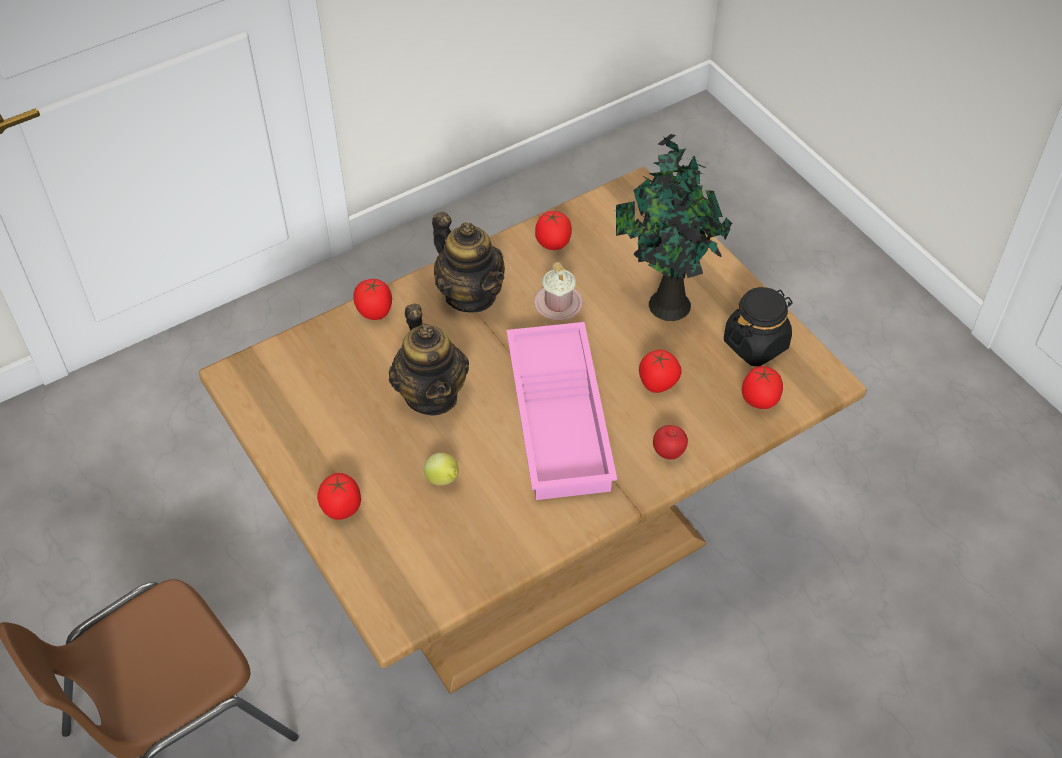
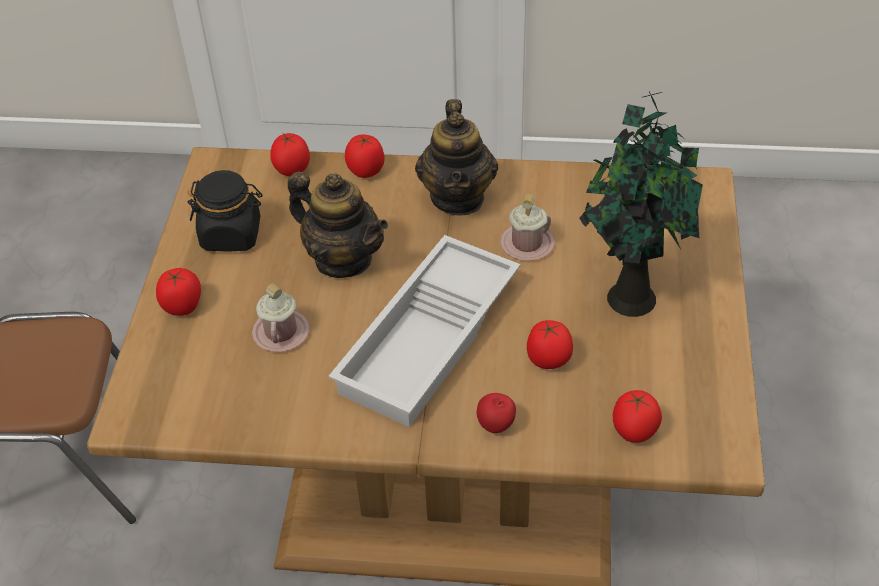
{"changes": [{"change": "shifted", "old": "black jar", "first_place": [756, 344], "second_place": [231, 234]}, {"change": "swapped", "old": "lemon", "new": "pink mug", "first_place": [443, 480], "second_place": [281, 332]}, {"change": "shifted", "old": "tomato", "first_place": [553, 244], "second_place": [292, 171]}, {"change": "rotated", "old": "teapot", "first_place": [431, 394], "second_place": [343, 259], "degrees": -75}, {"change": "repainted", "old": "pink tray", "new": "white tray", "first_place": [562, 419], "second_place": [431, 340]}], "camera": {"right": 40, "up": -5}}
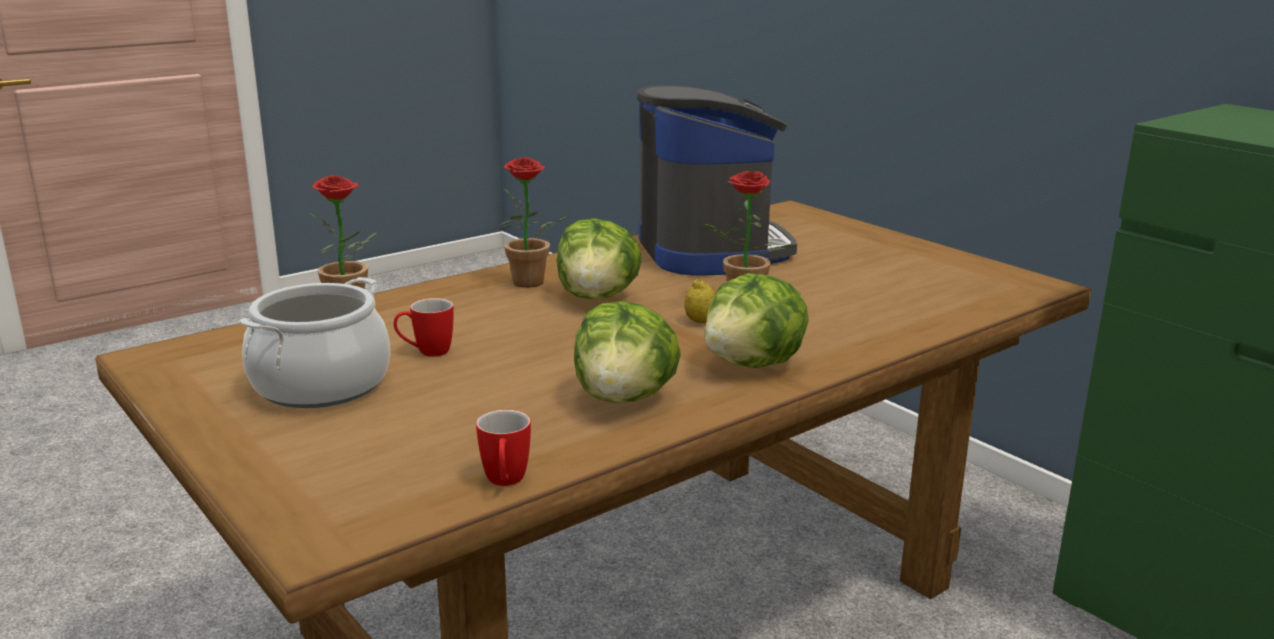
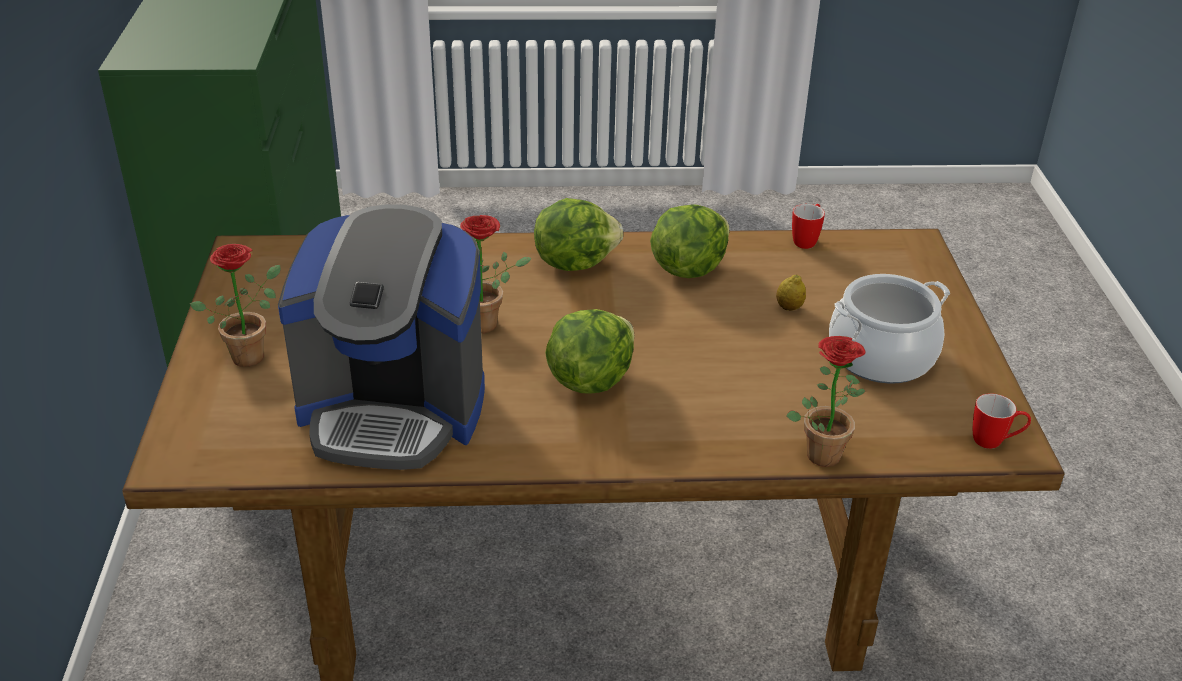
{"changes": [{"change": "shifted", "old": "potted plant", "first_place": [529, 285], "second_place": [252, 353]}, {"change": "rotated", "old": "coffee machine", "first_place": [711, 250], "second_place": [393, 411], "degrees": -105}, {"change": "shifted", "old": "lemon", "first_place": [700, 321], "second_place": [789, 308]}, {"change": "shifted", "old": "mug", "first_place": [426, 352], "second_place": [995, 442]}], "camera": {"right": -145, "up": 15}}
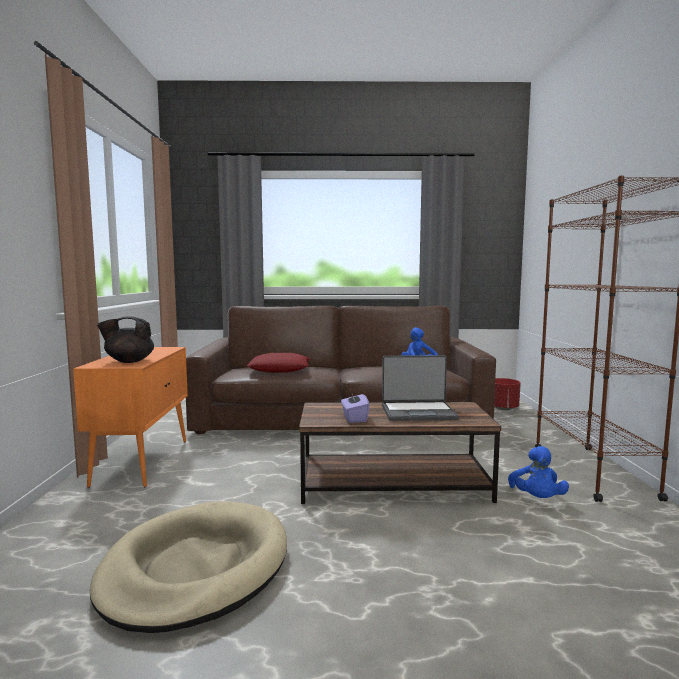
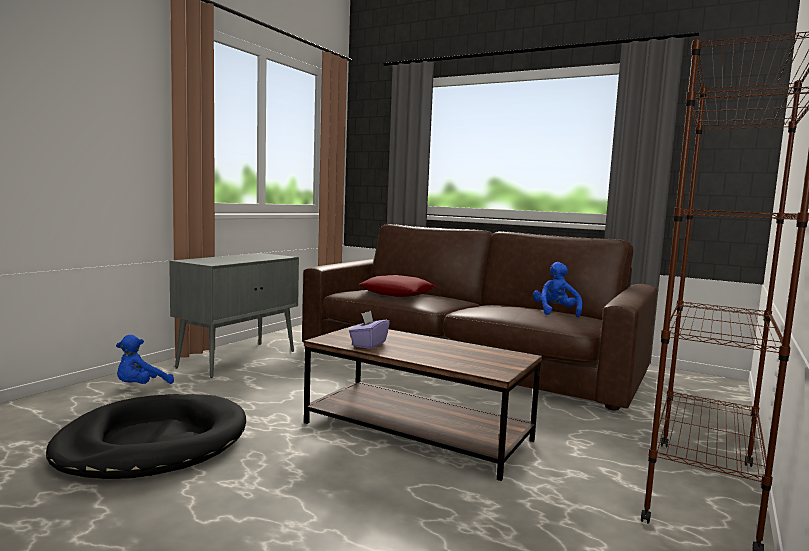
{"changes": [{"change": "repainted", "old": "beige dog bed", "new": "black dog bed", "first_place": [195, 568], "second_place": [153, 443]}, {"change": "shifted", "old": "blue plush toy", "first_place": [537, 499], "second_place": [141, 387]}, {"change": "repainted", "old": "orange cabinet", "new": "grey cabinet", "first_place": [142, 461], "second_place": [239, 359]}, {"change": "gone", "old": "black teapot", "first_place": [129, 361]}, {"change": "gone", "old": "laptop", "first_place": [418, 412]}, {"change": "gone", "old": "red planter", "first_place": [503, 408]}], "camera": {"right": 30, "up": 0}}
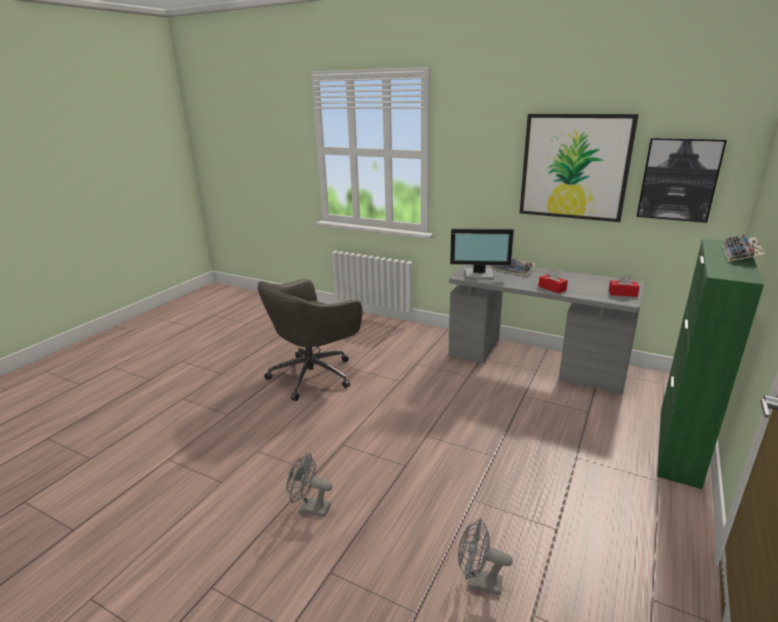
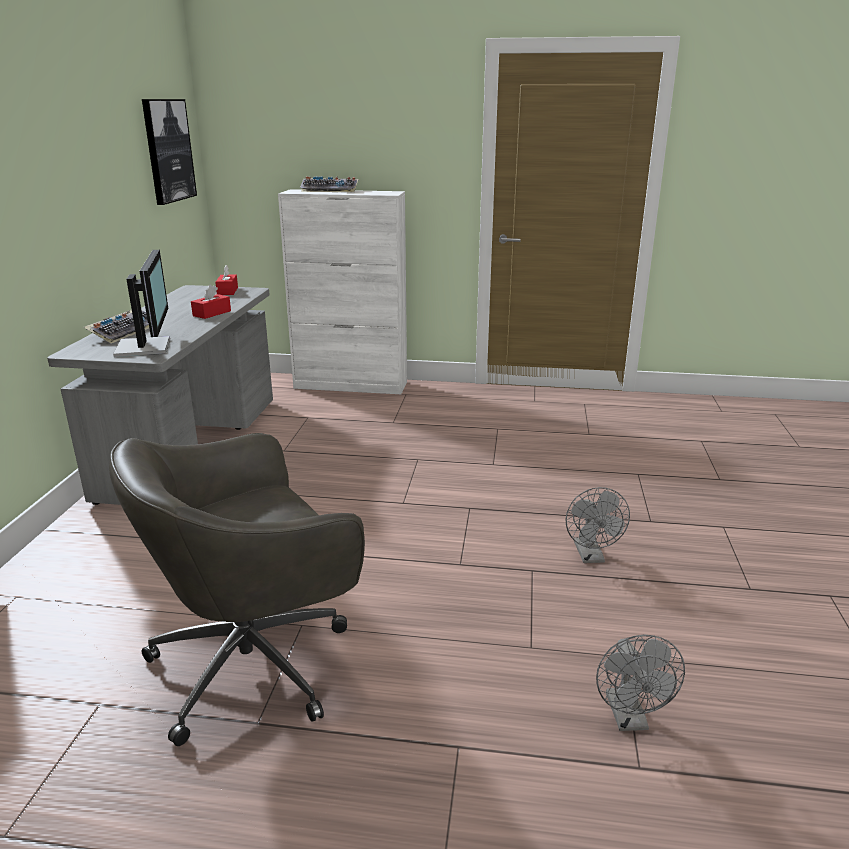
{"changes": [{"change": "rotated", "old": "grey office chair", "first_place": [314, 374], "second_place": [256, 662], "degrees": 120}, {"change": "repainted", "old": "green cabinet", "new": "white cabinet", "first_place": [679, 446], "second_place": [351, 385]}, {"change": "shifted", "old": "grey fan", "first_place": [478, 582], "second_place": [629, 719]}, {"change": "gone", "old": "picture", "first_place": [574, 167]}], "camera": {"right": -110, "up": 0}}
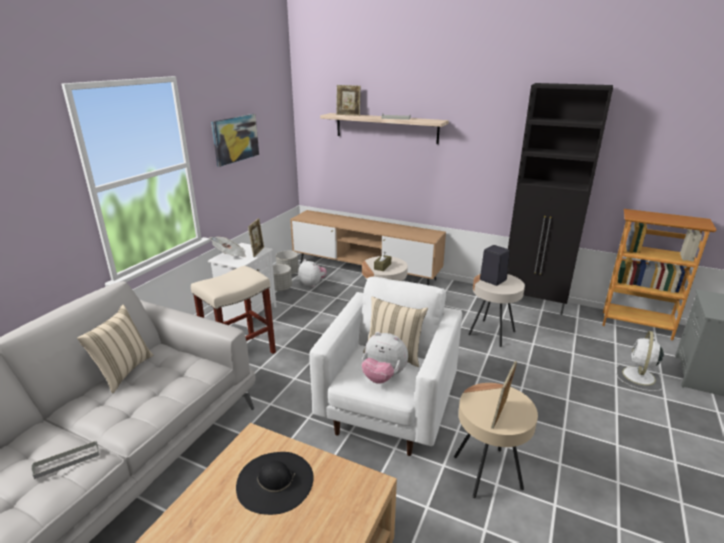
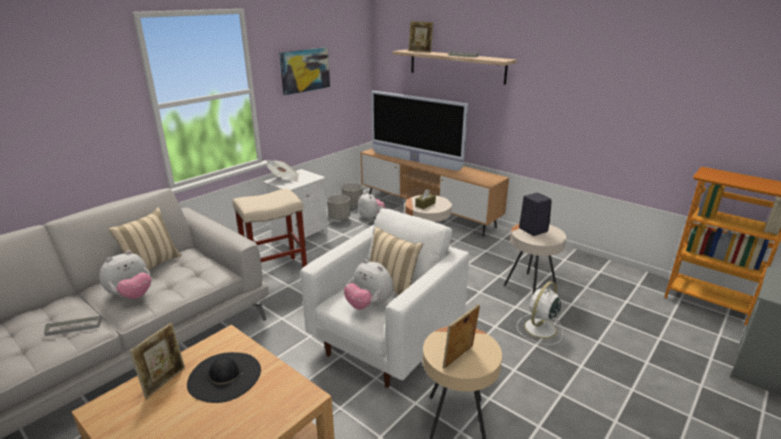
{"changes": [{"change": "new", "new": "plush toy", "second_place": [132, 296]}, {"change": "shifted", "old": "picture frame", "first_place": [257, 252], "second_place": [165, 381]}, {"change": "new", "new": "television", "second_place": [415, 161]}, {"change": "shifted", "old": "white fan", "first_place": [638, 377], "second_place": [539, 329]}, {"change": "gone", "old": "black cabinet", "first_place": [534, 303]}], "camera": {"right": 15, "up": 0}}
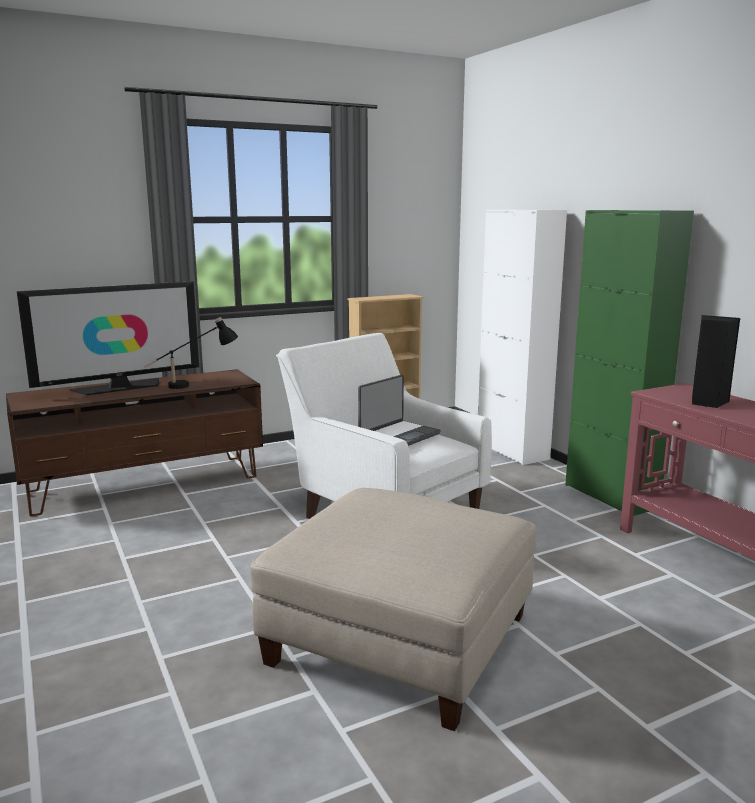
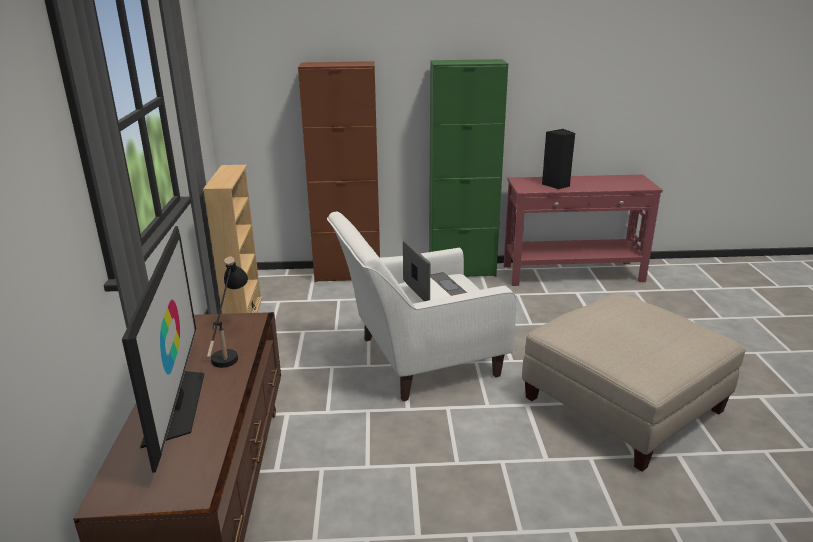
{"changes": [{"change": "repainted", "old": "white cabinet", "new": "brown cabinet", "first_place": [512, 451], "second_place": [348, 275]}], "camera": {"right": -65, "up": 10}}
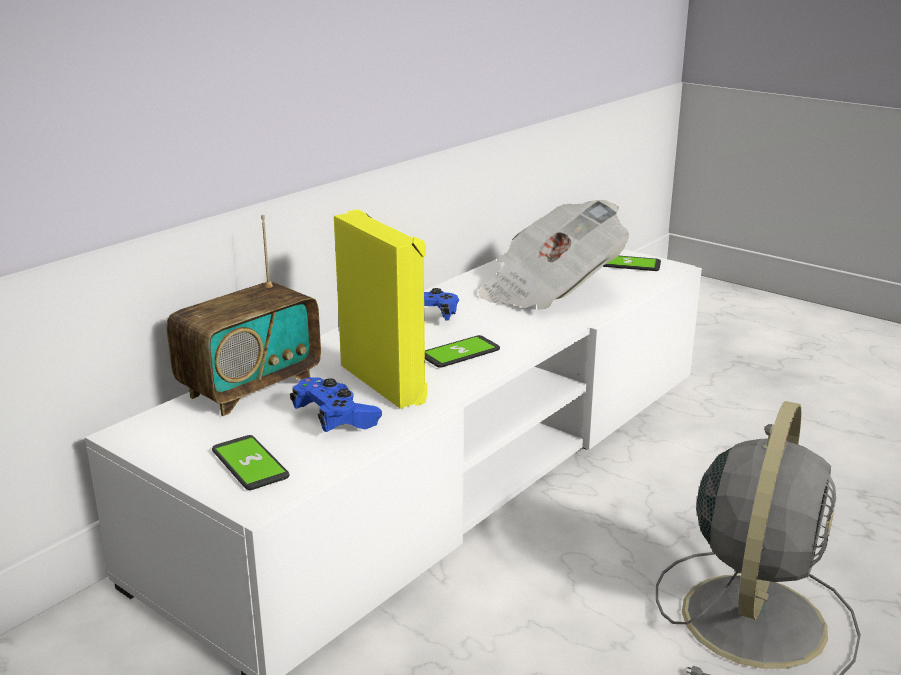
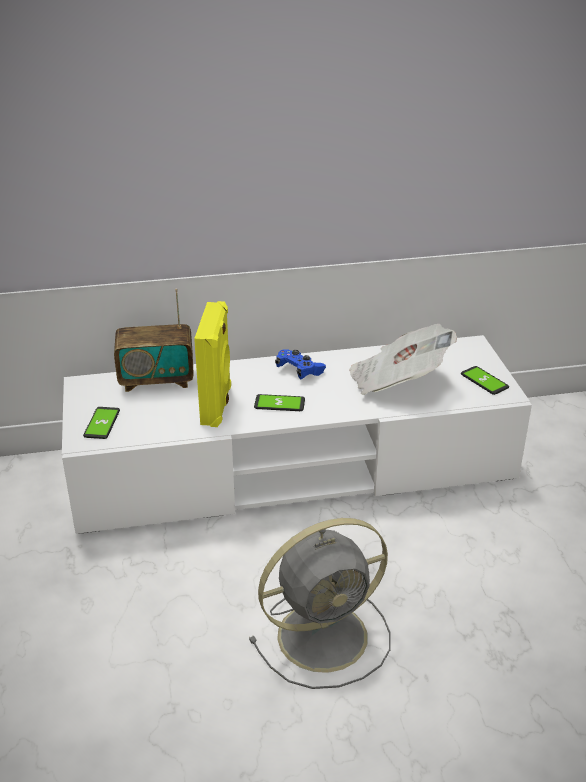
{"changes": [{"change": "gone", "old": "blue game controller", "first_place": [335, 418]}], "camera": {"right": 40, "up": 10}}
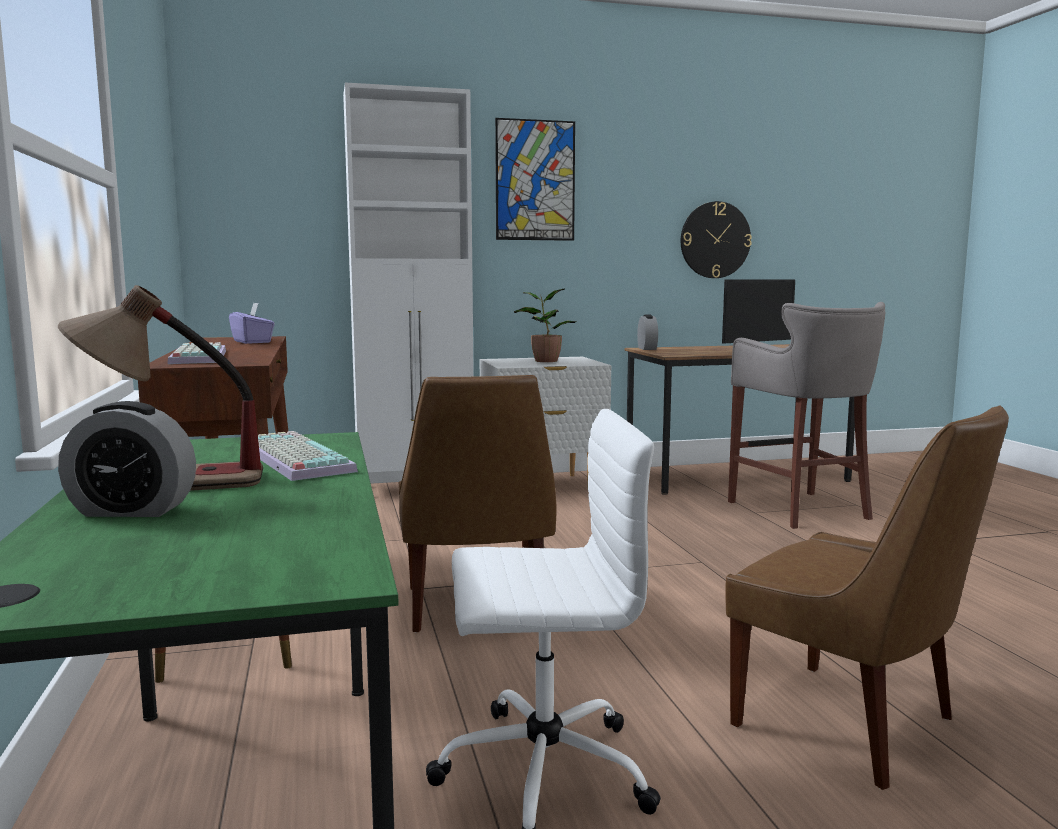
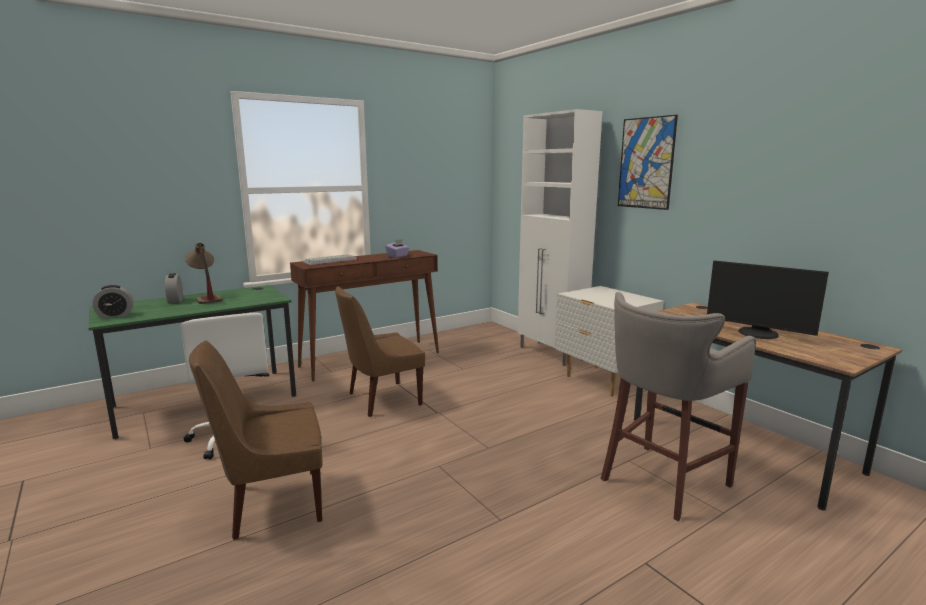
{"changes": [{"change": "shifted", "old": "alarm clock", "first_place": [647, 348], "second_place": [115, 315]}, {"change": "rotated", "old": "brown chair", "first_place": [851, 725], "second_place": [272, 504], "degrees": 45}, {"change": "gone", "old": "keyboard", "first_place": [291, 458]}, {"change": "gone", "old": "potted plant", "first_place": [544, 361]}, {"change": "gone", "old": "wall clock", "first_place": [715, 240]}], "camera": {"right": 70, "up": 5}}
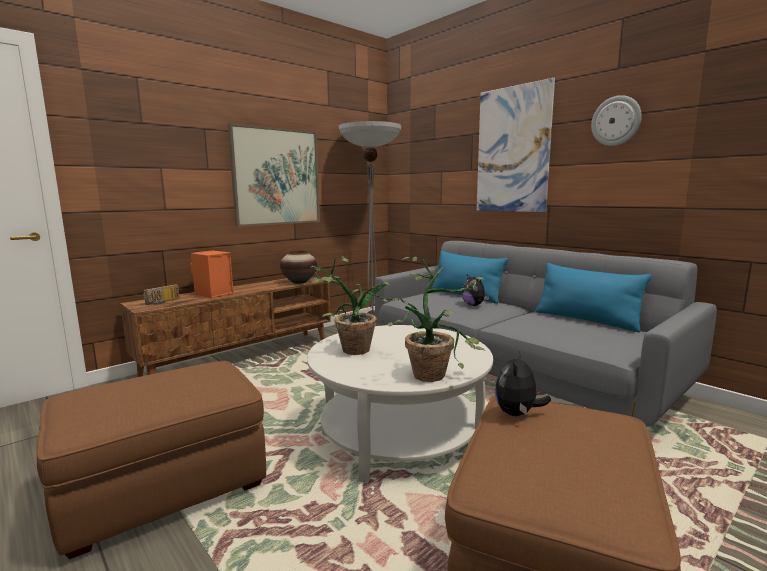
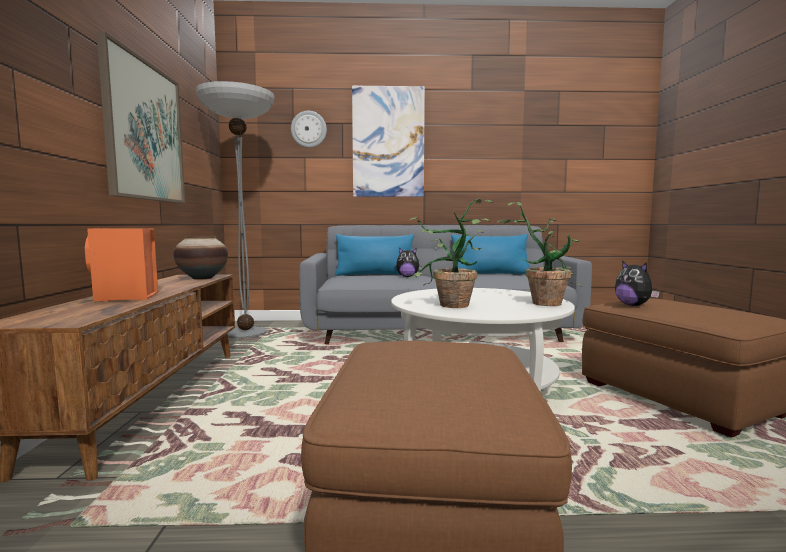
{"changes": [{"change": "shifted", "old": "wall clock", "first_place": [616, 121], "second_place": [309, 129]}, {"change": "gone", "old": "radio", "first_place": [163, 302]}], "camera": {"right": -50, "up": -5}}
